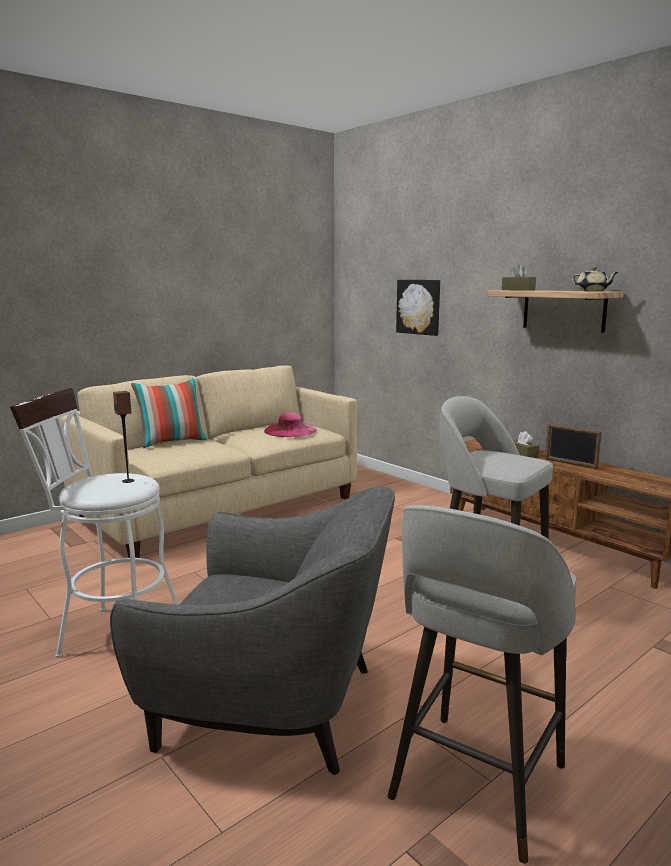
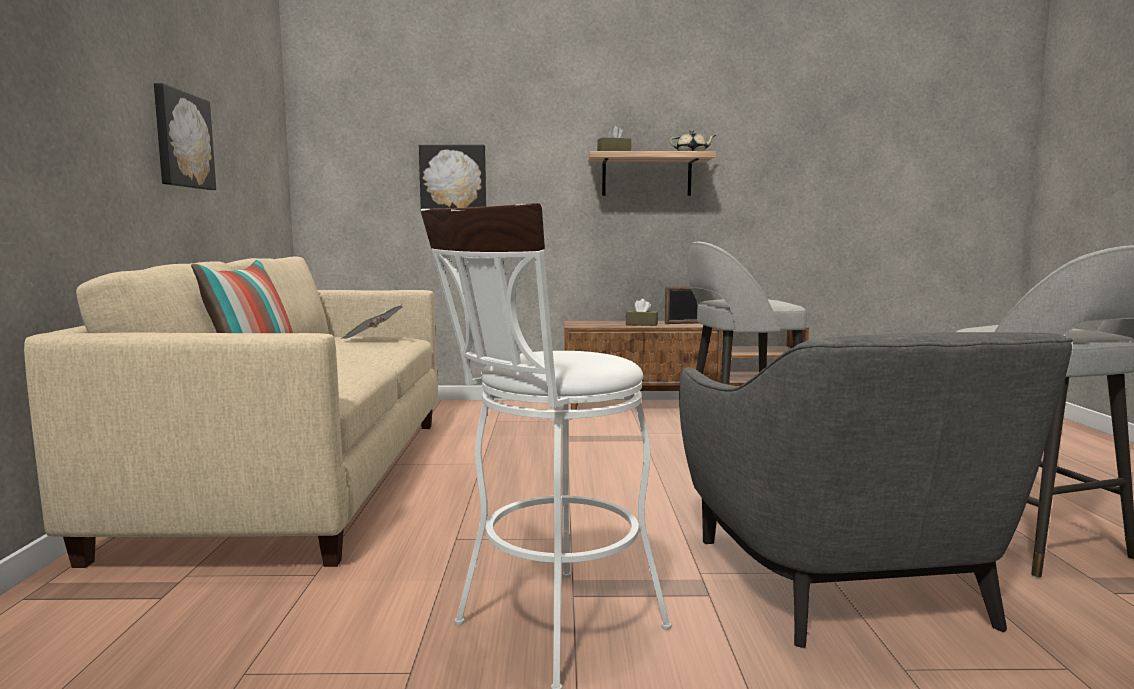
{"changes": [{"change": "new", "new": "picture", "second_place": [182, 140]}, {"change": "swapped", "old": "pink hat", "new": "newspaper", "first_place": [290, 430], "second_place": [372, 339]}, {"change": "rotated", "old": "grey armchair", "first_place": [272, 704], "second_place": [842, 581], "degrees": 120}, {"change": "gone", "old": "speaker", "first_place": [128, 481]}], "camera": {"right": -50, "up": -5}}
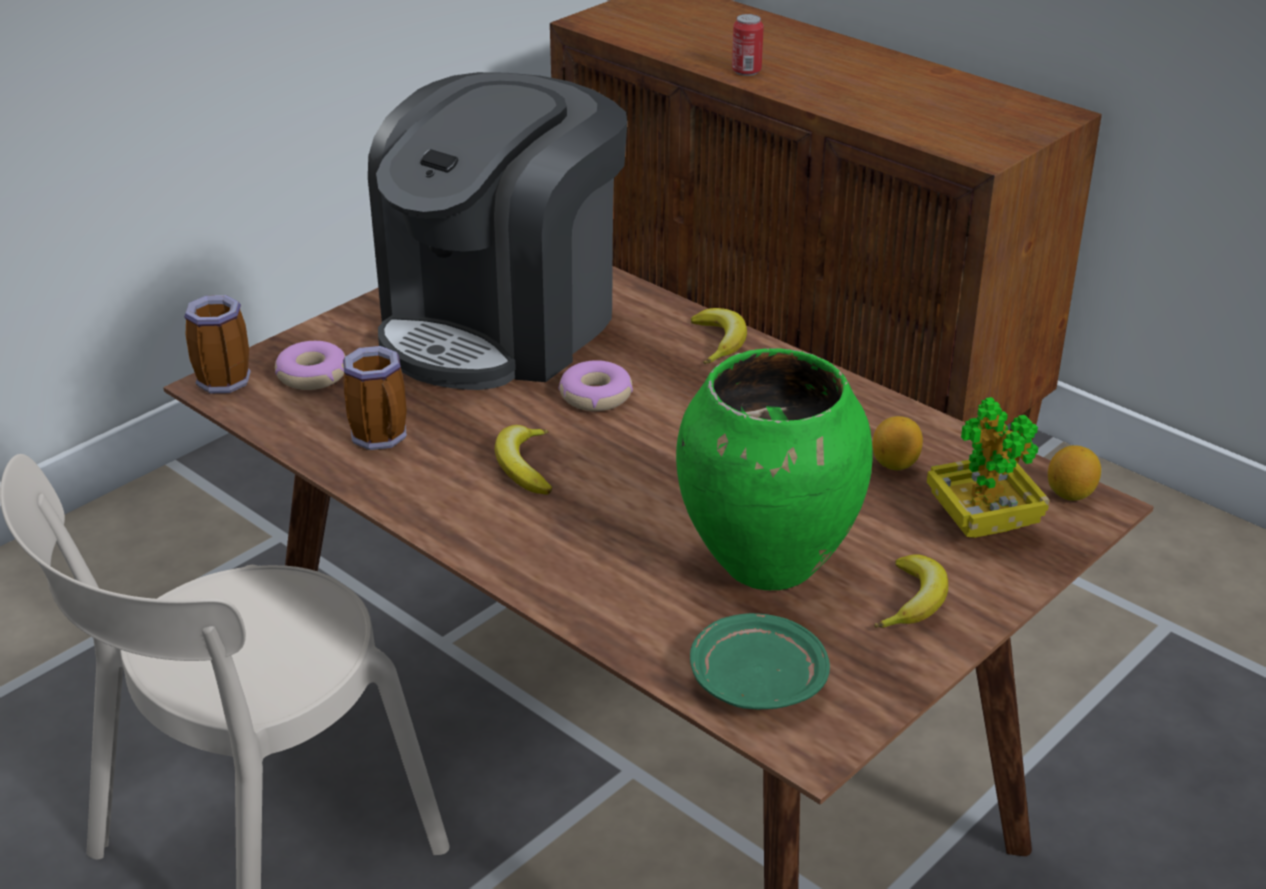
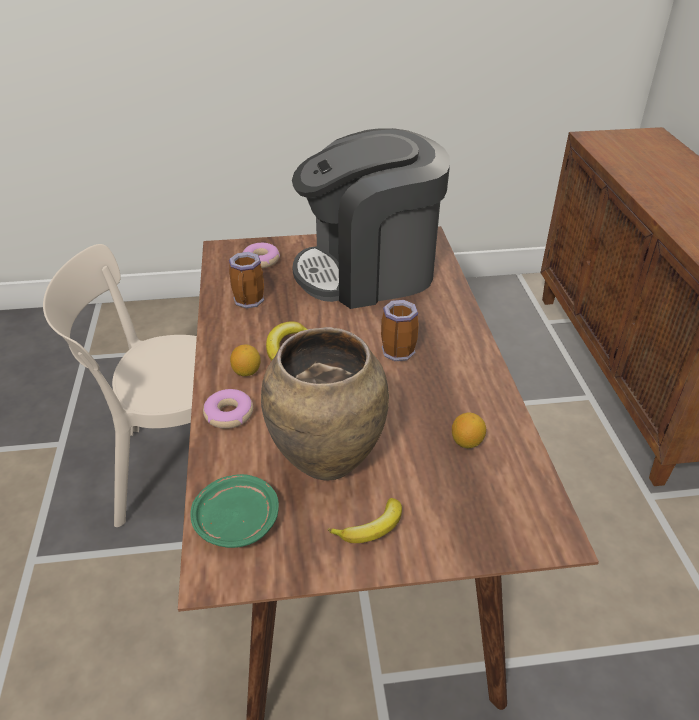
{"changes": [{"change": "shifted", "old": "donut", "first_place": [595, 396], "second_place": [228, 414]}, {"change": "shifted", "old": "lemon", "first_place": [1070, 494], "second_place": [246, 372]}, {"change": "repainted", "old": "green vase", "new": "brown vase", "first_place": [770, 564], "second_place": [327, 460]}, {"change": "shifted", "old": "mug", "first_place": [220, 378], "second_place": [397, 349]}, {"change": "gone", "old": "banana", "first_place": [719, 342]}, {"change": "gone", "old": "can", "first_place": [746, 71]}, {"change": "gone", "old": "potted plant", "first_place": [982, 522]}], "camera": {"right": 40, "up": 5}}
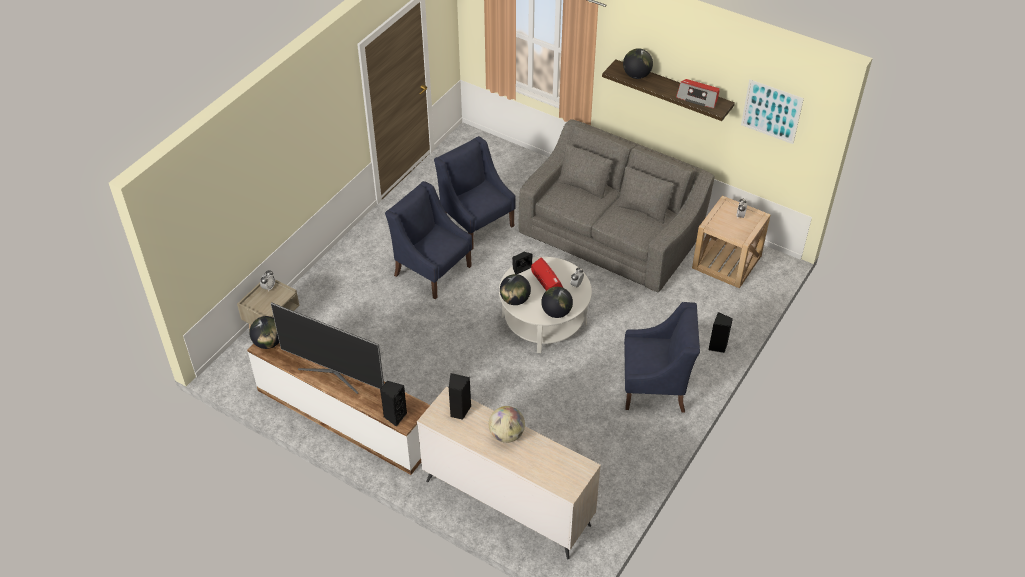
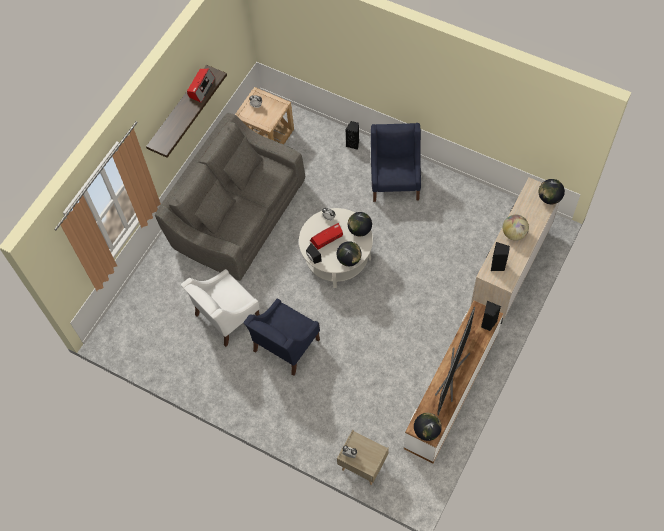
{"changes": [{"change": "repainted", "old": "blue armchair", "new": "white armchair", "first_place": [476, 223], "second_place": [226, 317]}, {"change": "shifted", "old": "globe", "first_place": [636, 75], "second_place": [549, 198]}, {"change": "gone", "old": "picture", "first_place": [771, 111]}], "camera": {"right": -90, "up": 15}}
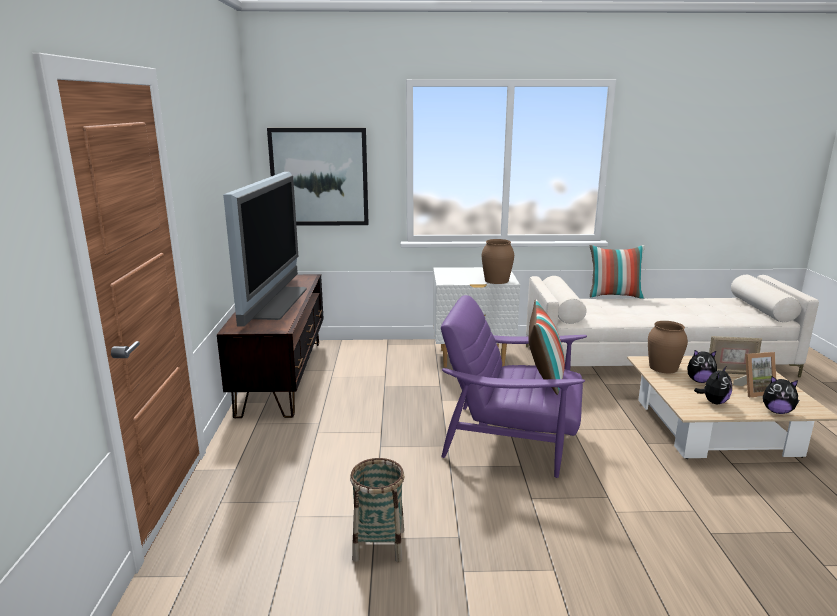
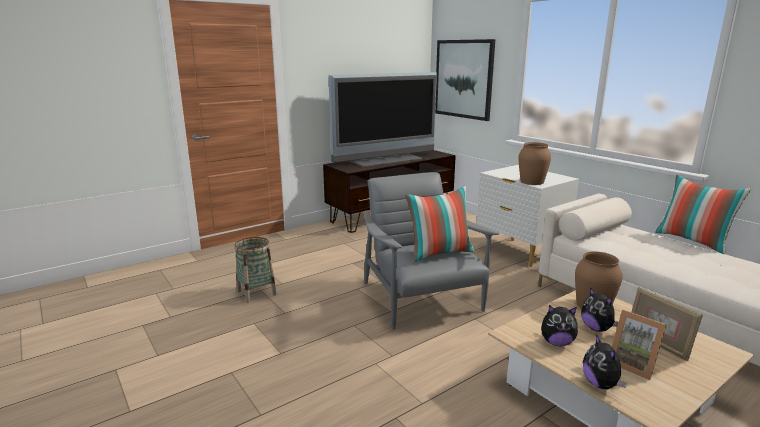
{"changes": [{"change": "repainted", "old": "purple armchair", "new": "grey armchair", "first_place": [511, 439], "second_place": [422, 299]}], "camera": {"right": 55, "up": 0}}
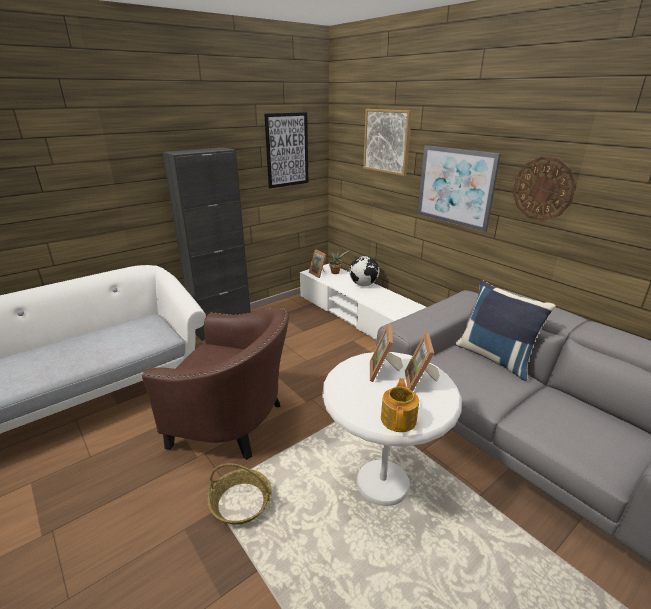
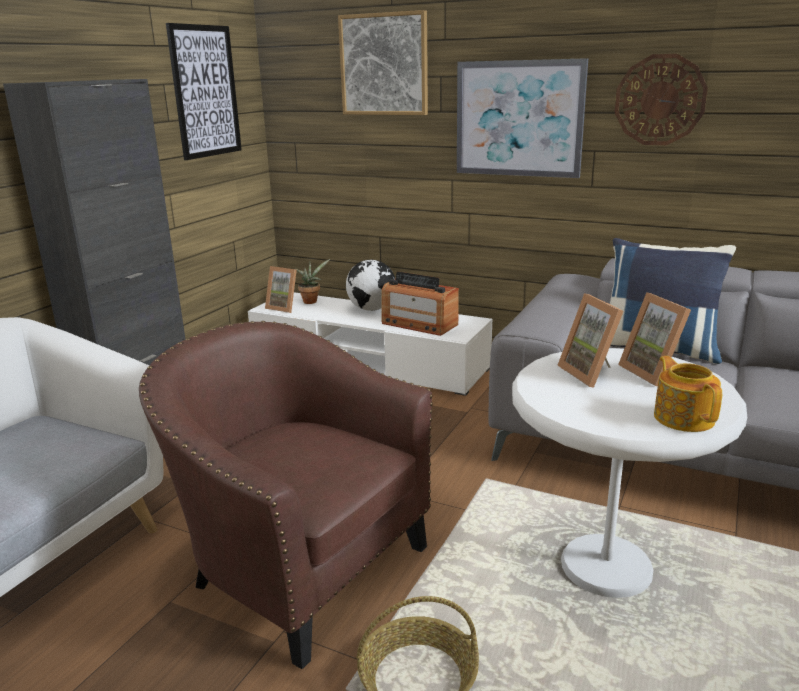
{"changes": [{"change": "rotated", "old": "brown armchair", "first_place": [235, 423], "second_place": [299, 566], "degrees": -135}, {"change": "new", "new": "radio", "second_place": [419, 324]}], "camera": {"right": -25, "up": -5}}
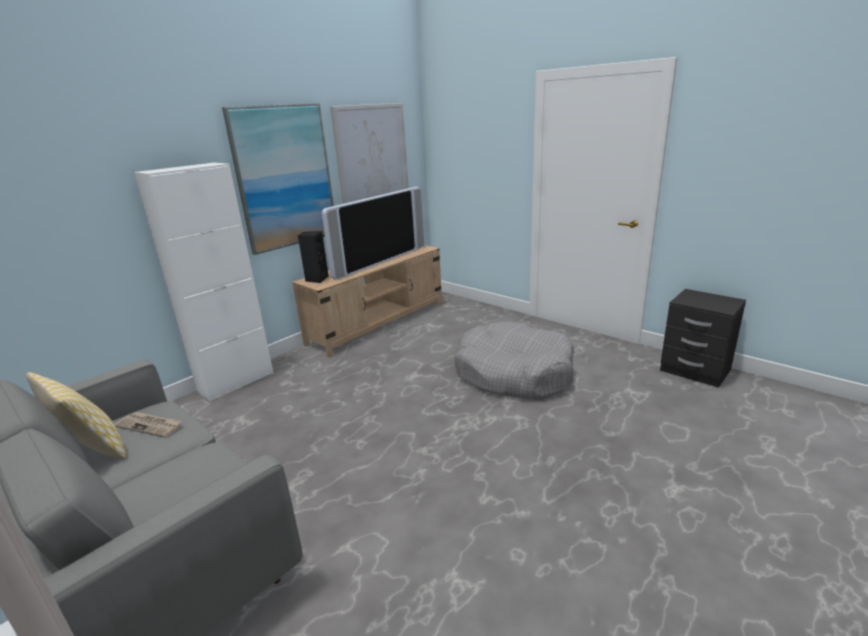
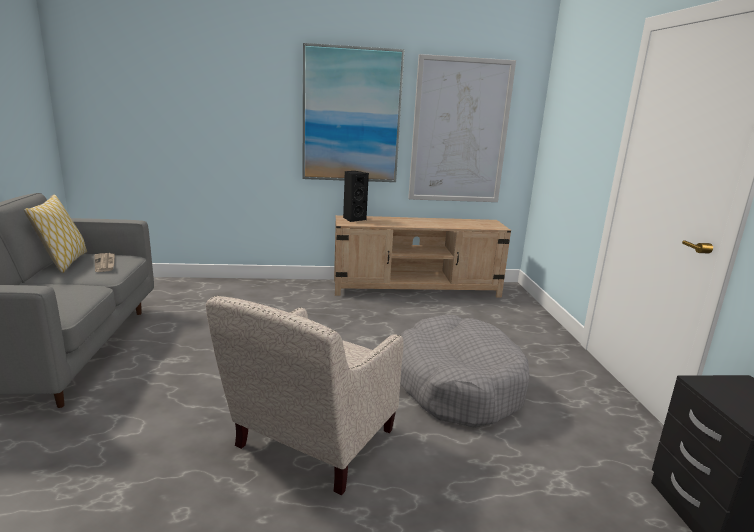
{"changes": [{"change": "new", "new": "beige armchair", "second_place": [309, 444]}, {"change": "gone", "old": "white cabinet", "first_place": [236, 382]}, {"change": "gone", "old": "television", "first_place": [379, 261]}], "camera": {"right": 40, "up": -5}}
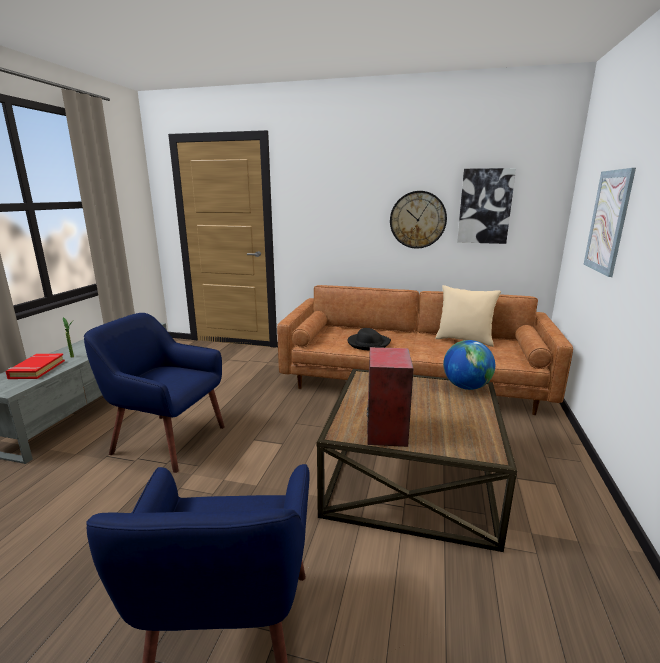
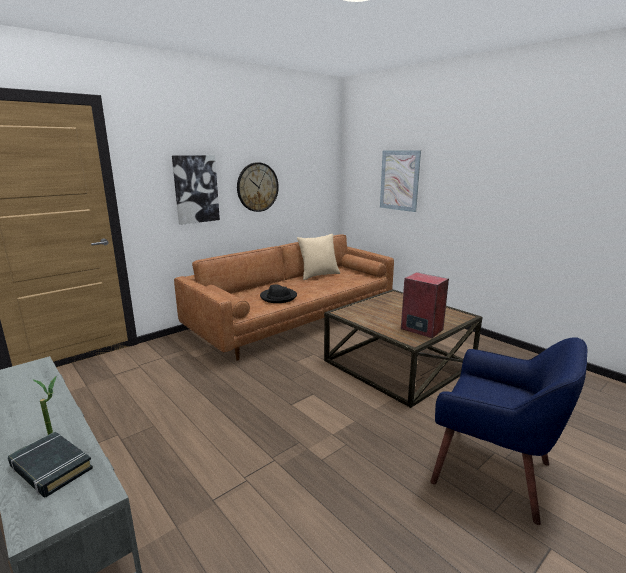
{"changes": [{"change": "repainted", "old": "red book", "new": "black book", "first_place": [37, 369], "second_place": [51, 468]}, {"change": "shifted", "old": "picture", "first_place": [485, 206], "second_place": [196, 189]}, {"change": "gone", "old": "blue armchair", "first_place": [167, 440]}, {"change": "gone", "old": "globe", "first_place": [466, 387]}], "camera": {"right": -55, "up": 0}}
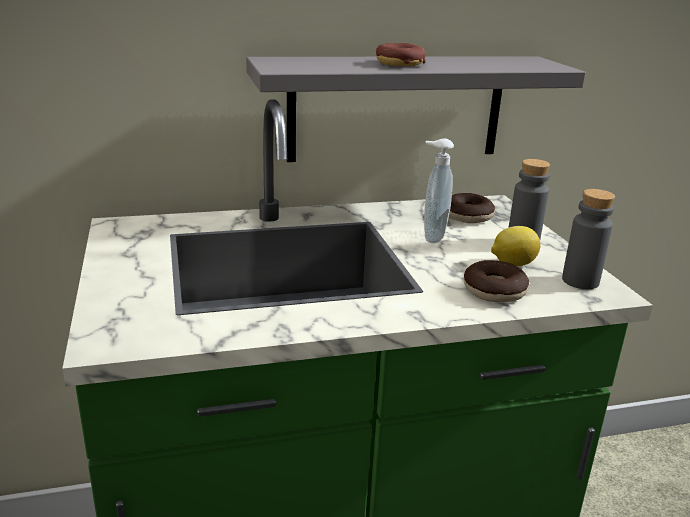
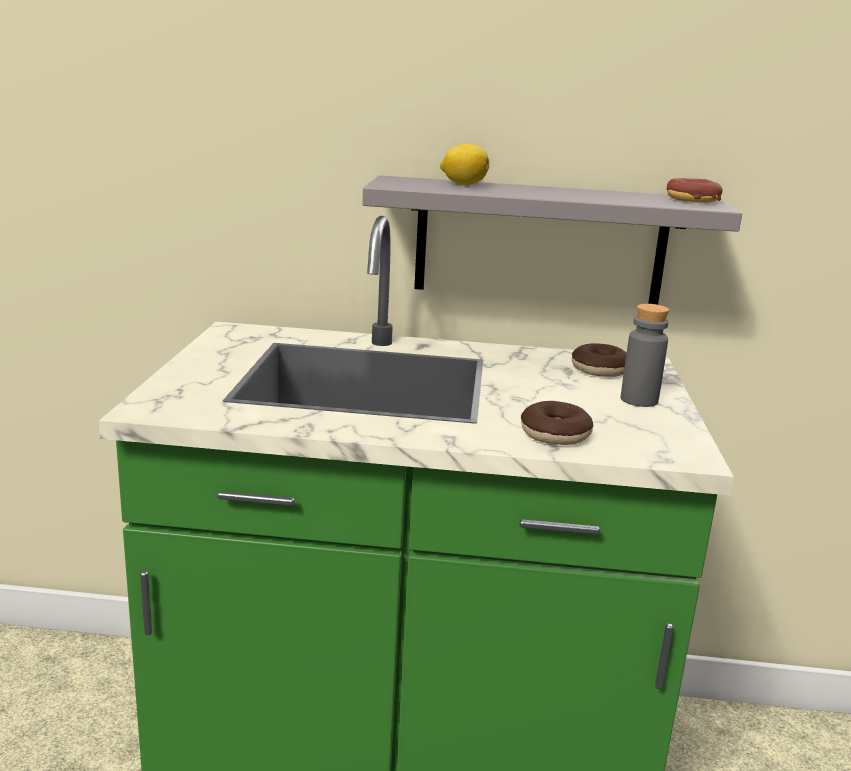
{"changes": [{"change": "shifted", "old": "lemon", "first_place": [512, 263], "second_place": [463, 184]}, {"change": "shifted", "old": "donut", "first_place": [399, 64], "second_place": [692, 200]}, {"change": "gone", "old": "soap dispenser", "first_place": [431, 237]}, {"change": "gone", "old": "grey bottle", "first_place": [580, 281]}], "camera": {"right": 20, "up": -5}}
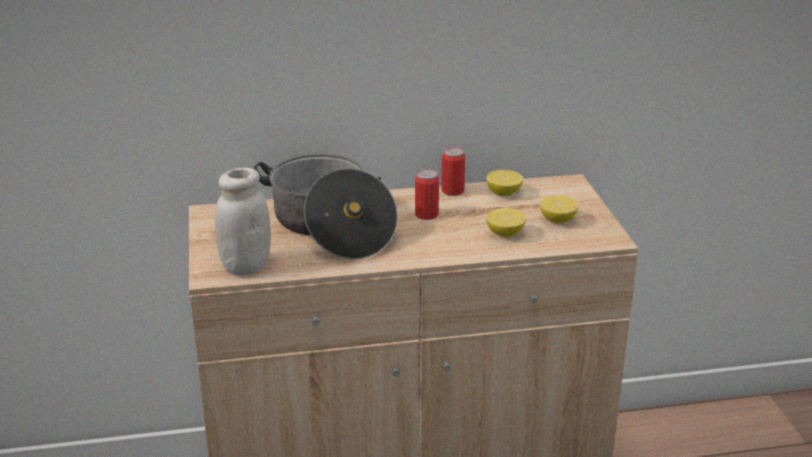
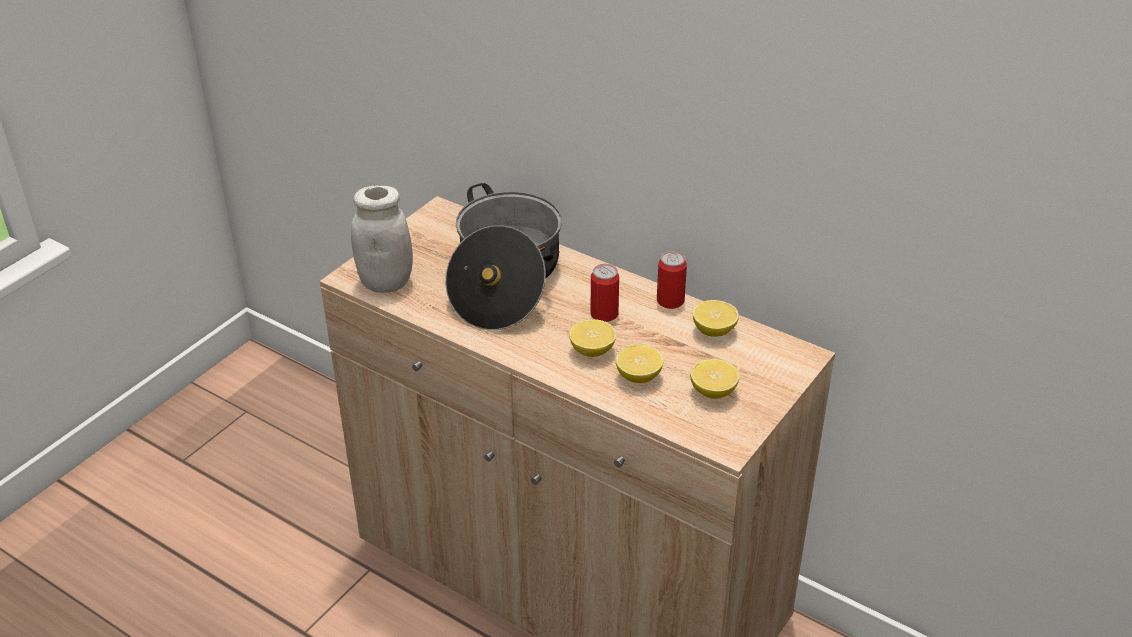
{"changes": [{"change": "new", "new": "lemon", "second_place": [592, 351]}], "camera": {"right": 45, "up": 10}}
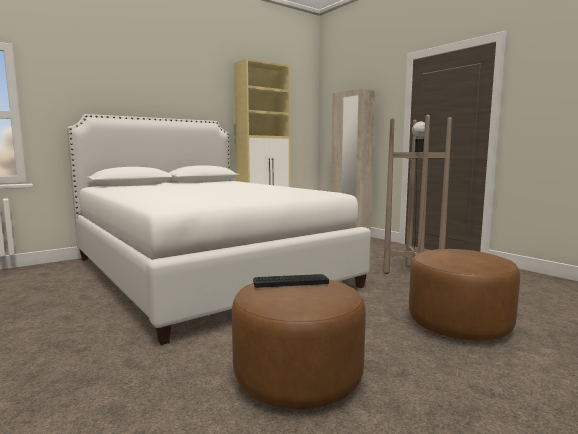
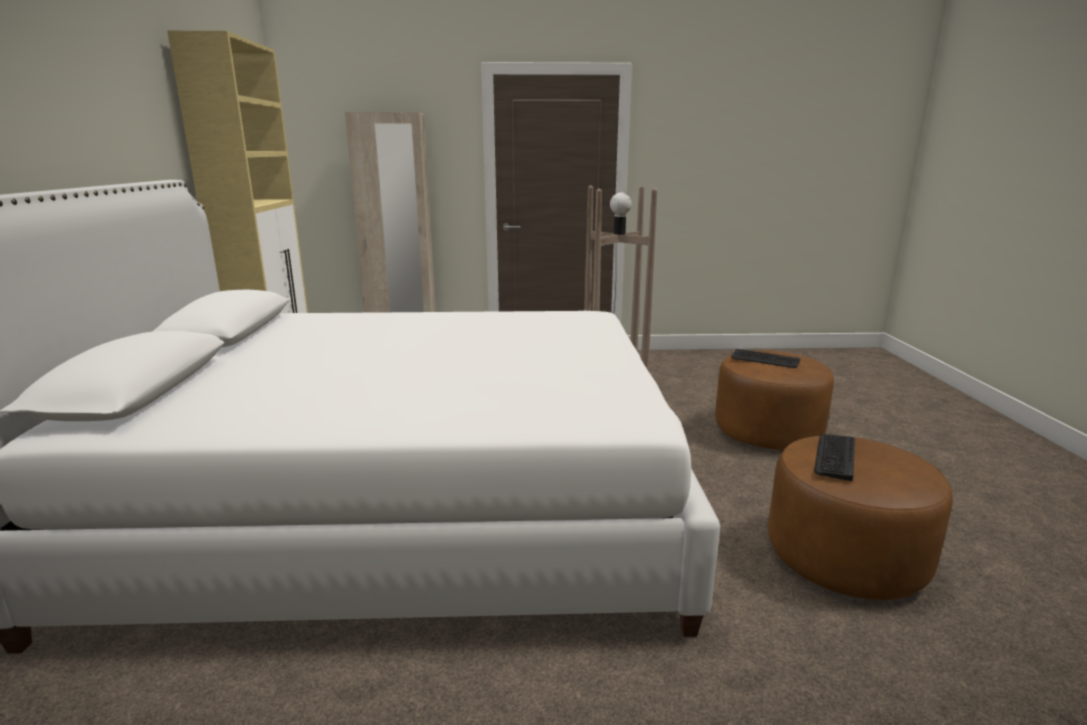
{"changes": [{"change": "new", "new": "keyboard", "second_place": [765, 360]}], "camera": {"right": -55, "up": 10}}
